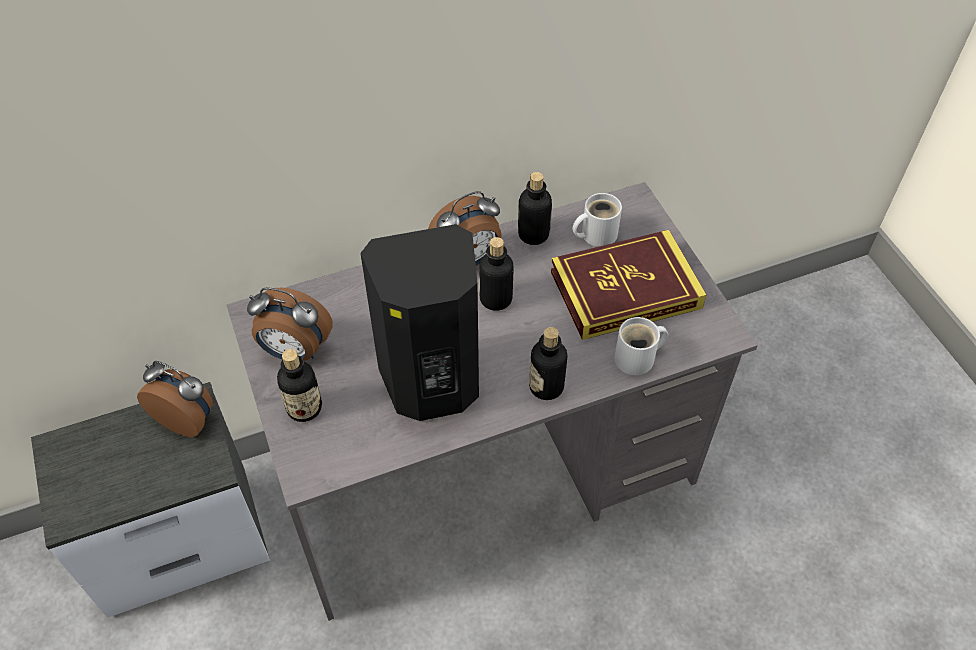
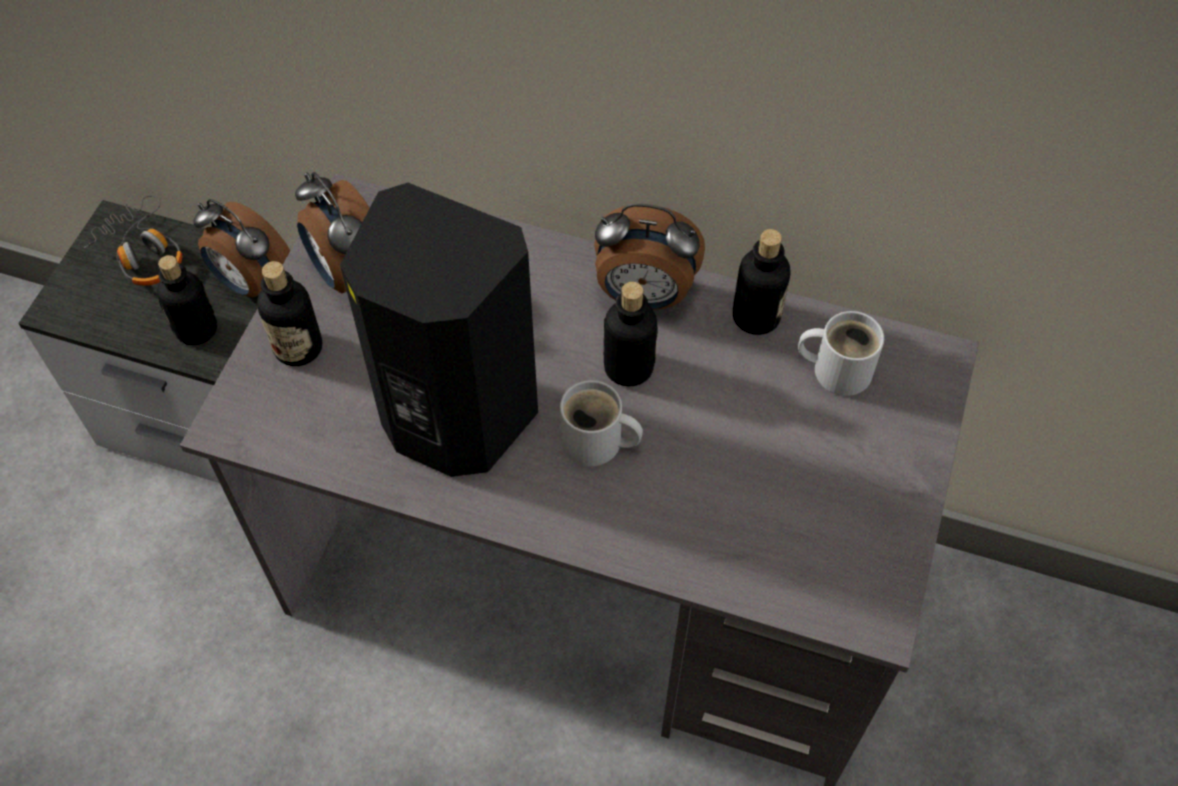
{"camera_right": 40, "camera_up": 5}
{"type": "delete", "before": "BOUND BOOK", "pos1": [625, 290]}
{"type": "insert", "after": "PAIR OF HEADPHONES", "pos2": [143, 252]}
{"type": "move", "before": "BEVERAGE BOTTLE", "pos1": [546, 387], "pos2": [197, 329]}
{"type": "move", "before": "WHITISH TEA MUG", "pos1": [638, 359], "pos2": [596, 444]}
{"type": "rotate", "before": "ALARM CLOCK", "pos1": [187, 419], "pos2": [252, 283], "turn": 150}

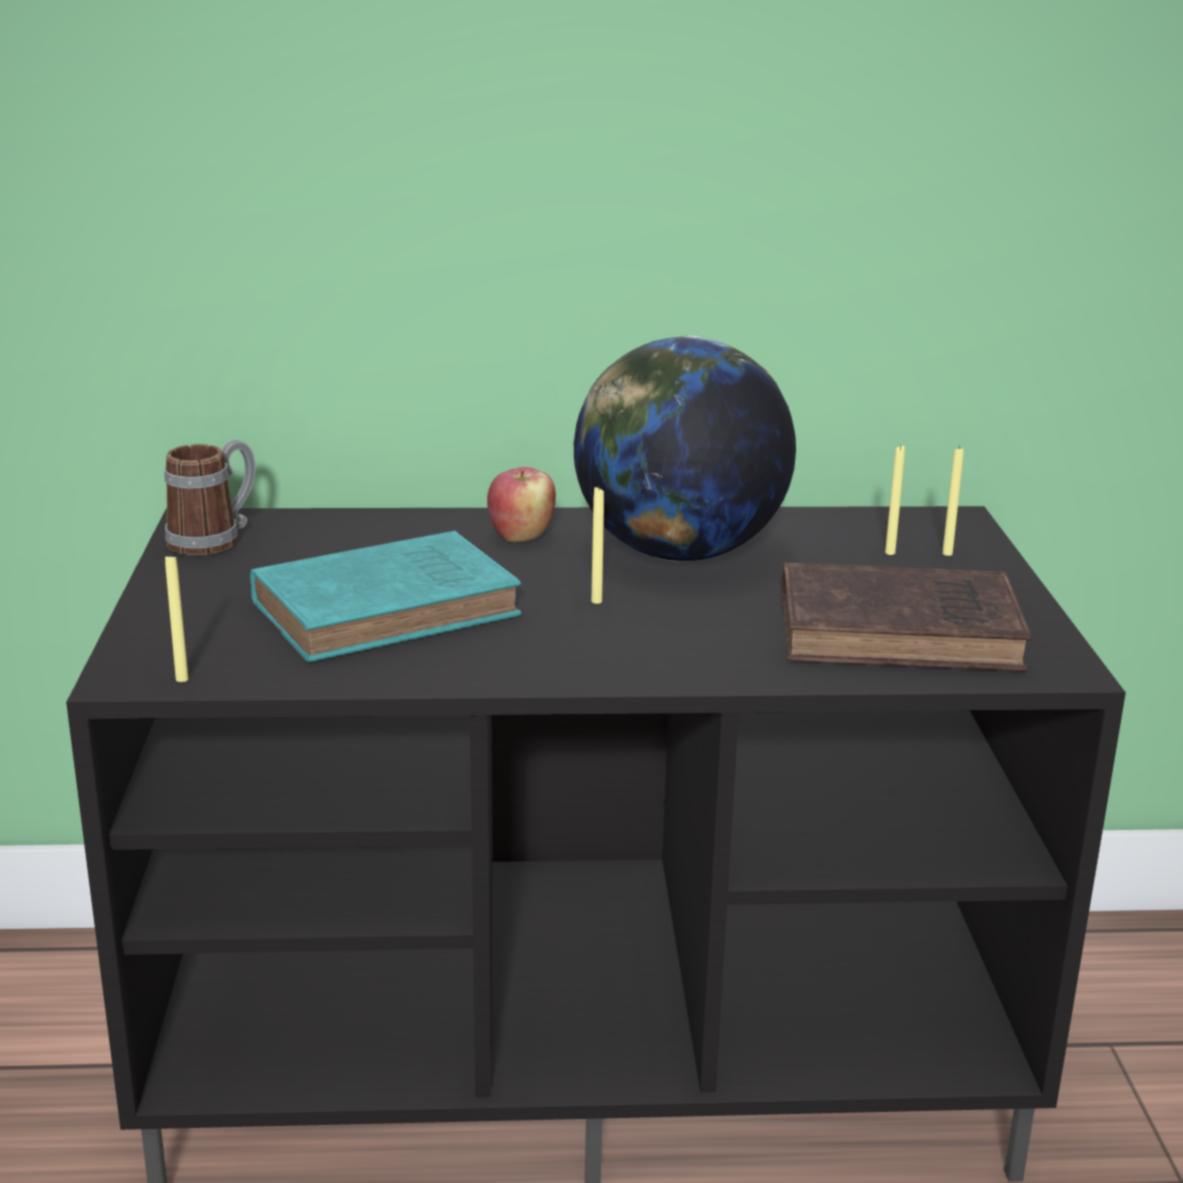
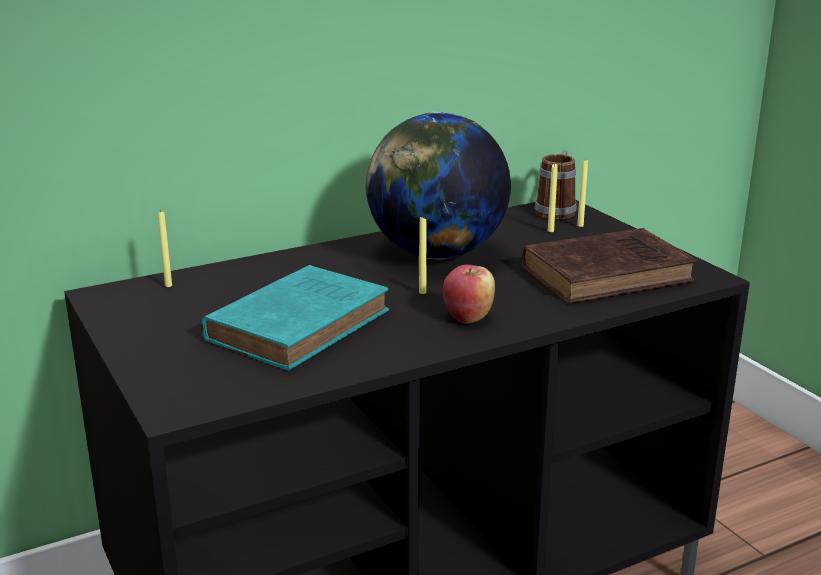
{"camera_right": -25, "camera_up": 0}
{"type": "move", "before": "TEA MUG", "pos1": [215, 539], "pos2": [557, 210]}
{"type": "move", "before": "YELLOW WAX CANDLE", "pos1": [182, 679], "pos2": [168, 285]}
{"type": "move", "before": "WHOLE APPLE", "pos1": [521, 537], "pos2": [468, 317]}

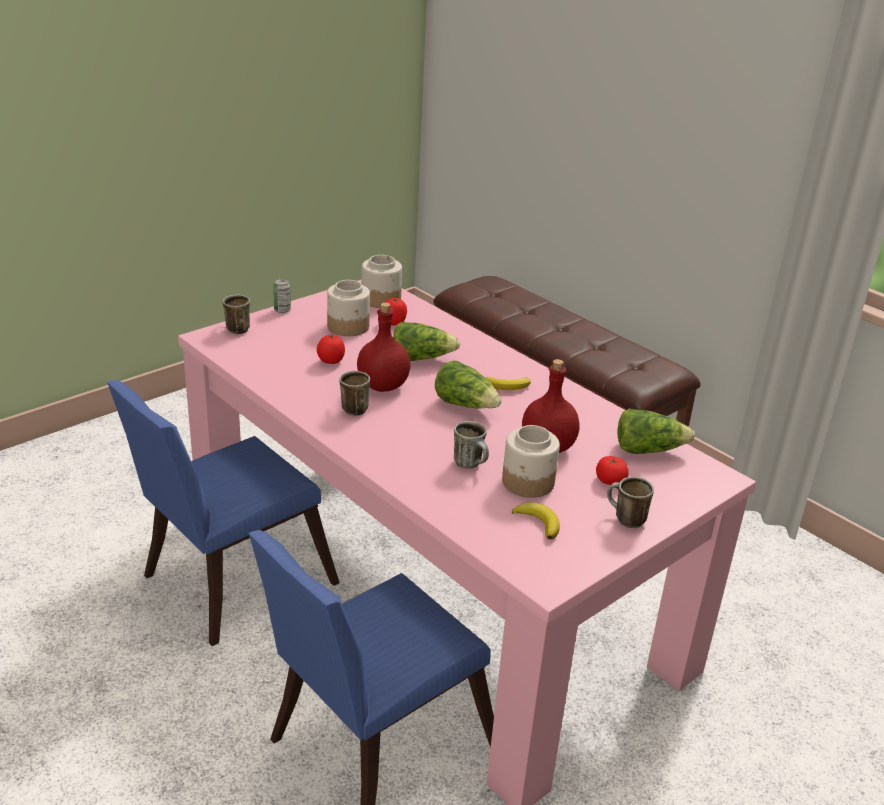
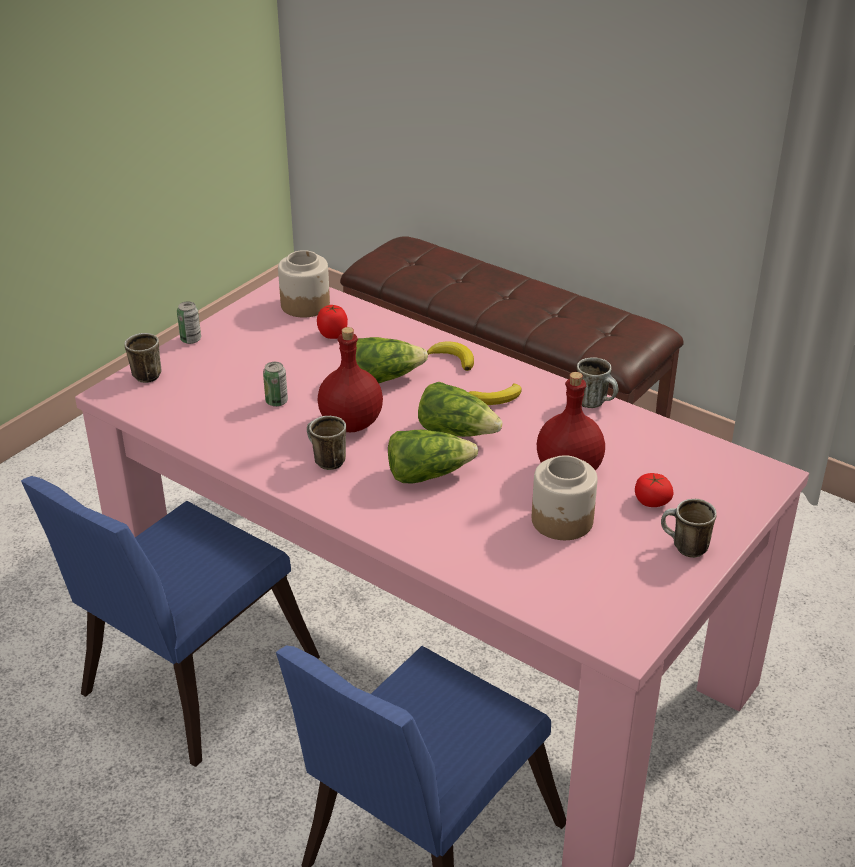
{"camera_right": -10, "camera_up": 5}
{"type": "delete", "before": "STORAGE JAR", "pos1": [348, 327]}
{"type": "move", "before": "TEA MUG", "pos1": [472, 464], "pos2": [596, 403]}
{"type": "move", "before": "BANANA", "pos1": [538, 522], "pos2": [453, 358]}
{"type": "move", "before": "LETTUCE", "pos1": [648, 449], "pos2": [427, 474]}
{"type": "replace", "before": "WHOLE TOMATO", "after": "CAN", "pos1": [330, 362], "pos2": [276, 401]}

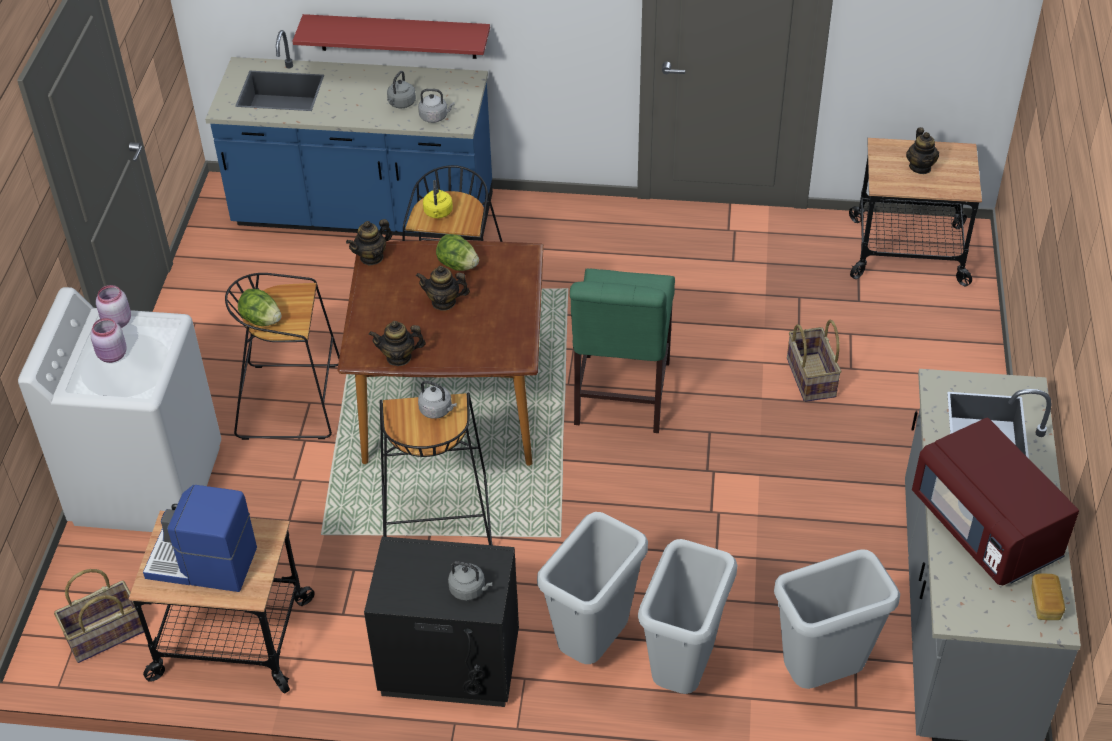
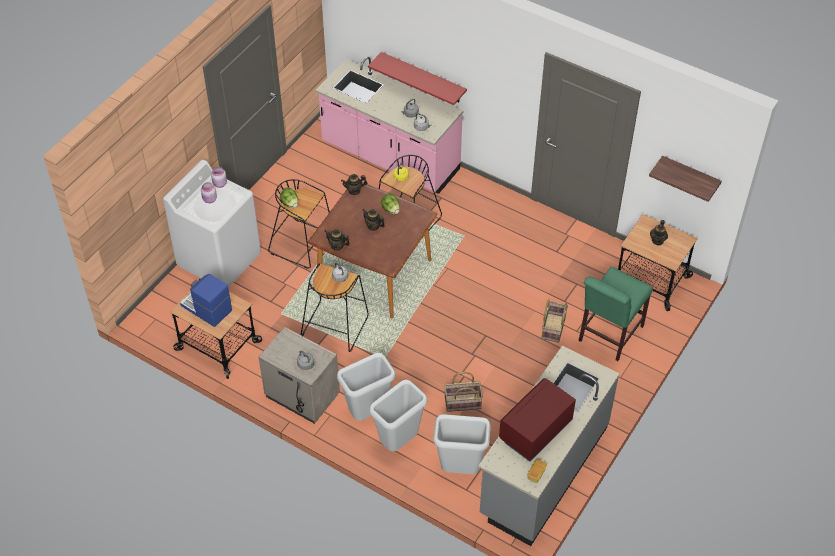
{"camera_right": 25, "camera_up": 5}
{"type": "insert", "after": "SHELF", "pos2": [690, 176]}
{"type": "move", "before": "HOUSEHOLD BASKET", "pos1": [105, 635], "pos2": [462, 403]}
{"type": "move", "before": "GREEN UPRIGHT CHAIR", "pos1": [620, 398], "pos2": [608, 335]}
{"type": "recolor", "before": "BLUE COUNTER", "after": "PINK-COLOURED COUNTER", "pos1": [364, 214], "pos2": [390, 158]}
{"type": "recolor", "before": "BLACK-COLOURED NIGHTSTAND", "after": "BEIGE NIGHTSTAND", "pos1": [449, 666], "pos2": [301, 396]}
{"type": "rotate", "before": "RED MICROWAVE", "pos1": [986, 528], "pos2": [536, 430], "turn": 45}

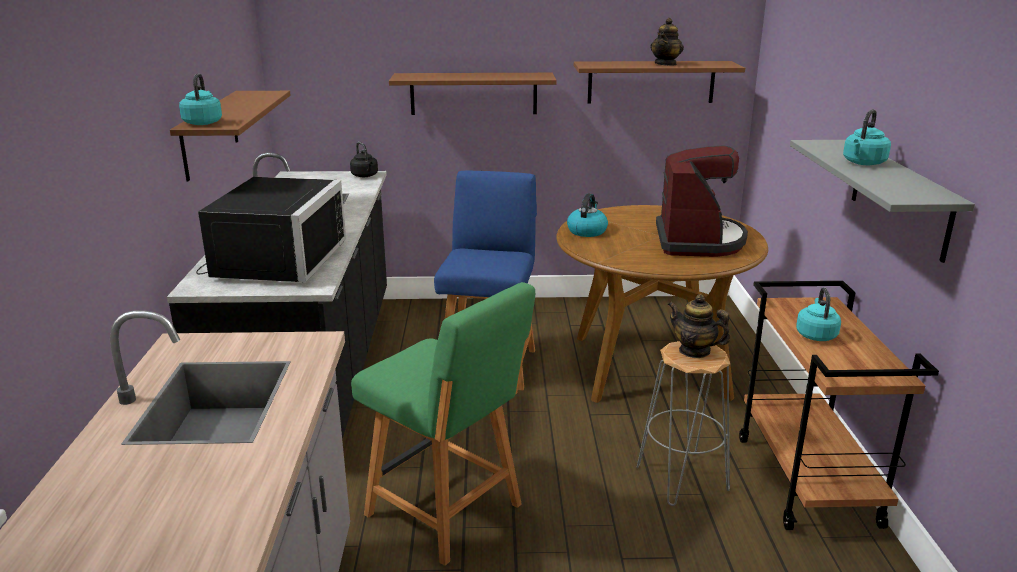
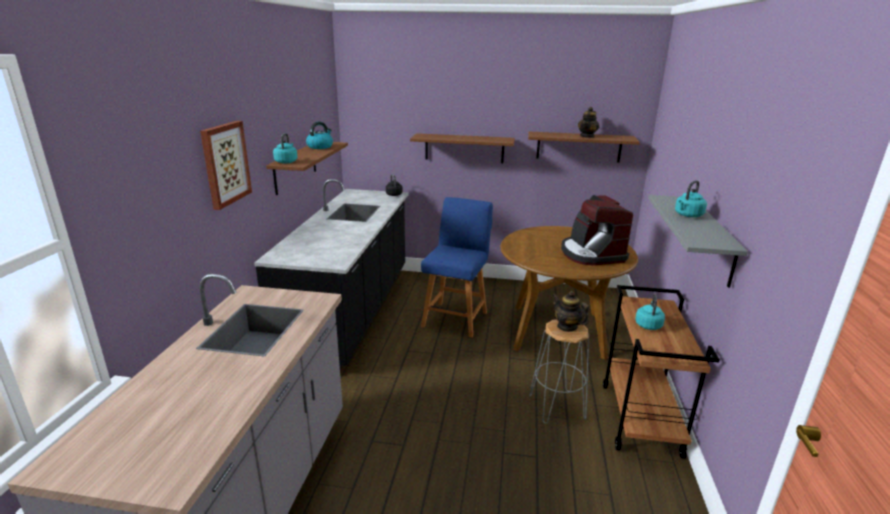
{"camera_right": 10, "camera_up": 0}
{"type": "delete", "before": "BLACK-COLOURED MICROWAVE", "pos1": [272, 260]}
{"type": "delete", "before": "GREEN UPRIGHT CHAIR", "pos1": [447, 512]}
{"type": "insert", "after": "WALL PICTURE", "pos2": [225, 163]}
{"type": "move", "before": "TEA KETTLE", "pos1": [587, 231], "pos2": [320, 147]}
{"type": "rotate", "before": "COFFEE BREWER", "pos1": [698, 241], "pos2": [591, 254], "turn": 150}

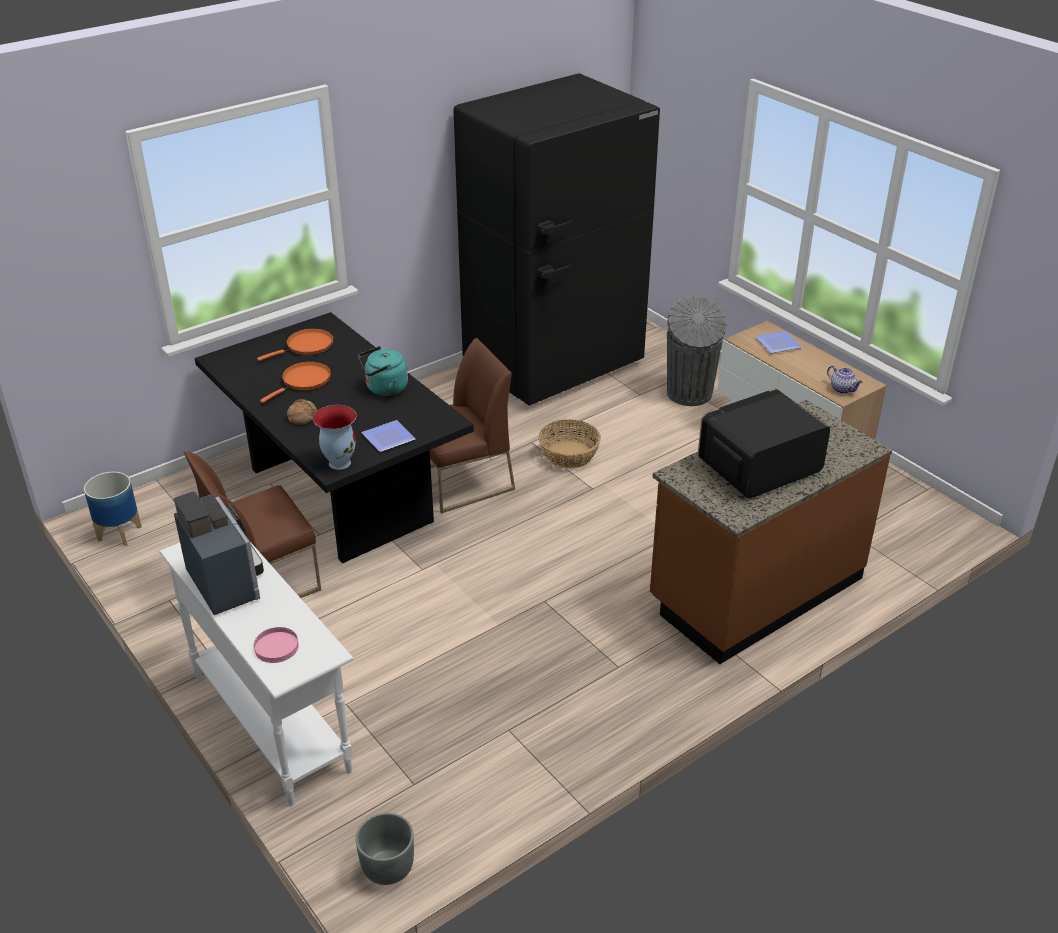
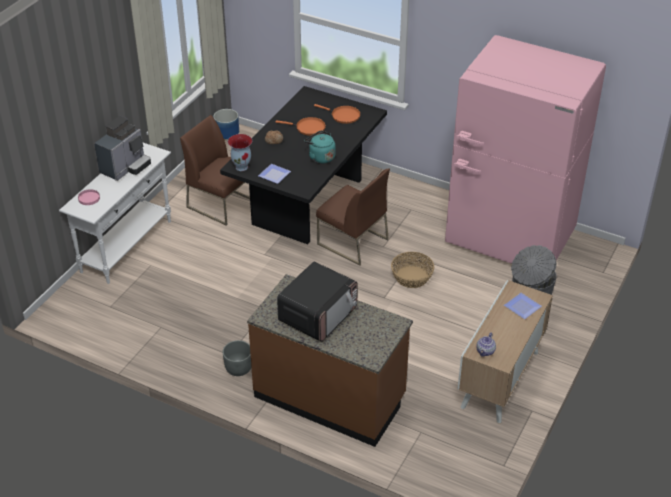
{"camera_right": 65, "camera_up": 5}
{"type": "move", "before": "GREYISH PLANT POT", "pos1": [387, 867], "pos2": [238, 368]}
{"type": "recolor", "before": "BLACK-COLOURED KITCHEN FRIDGE", "after": "PINK-COLOURED KITCHEN FRIDGE", "pos1": [554, 364], "pos2": [510, 239]}
{"type": "rotate", "before": "MICROWAVE", "pos1": [758, 467], "pos2": [318, 315], "turn": 90}

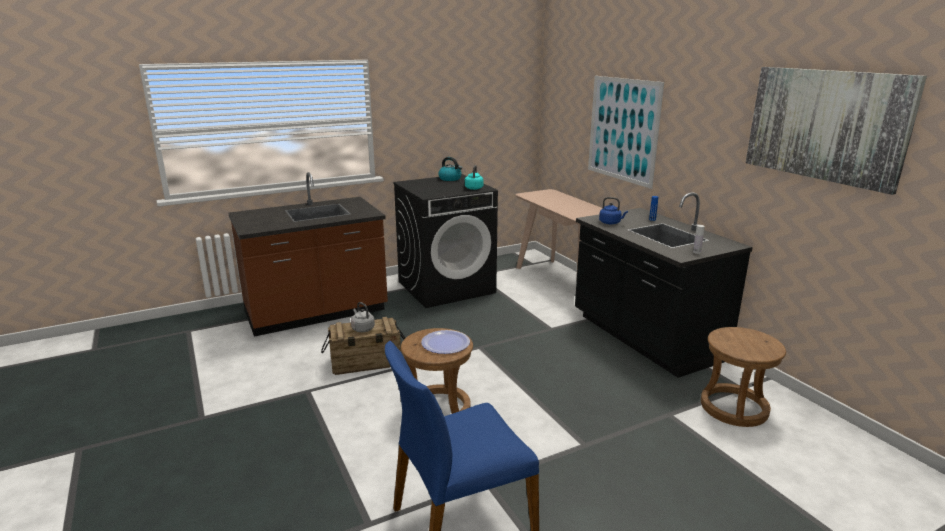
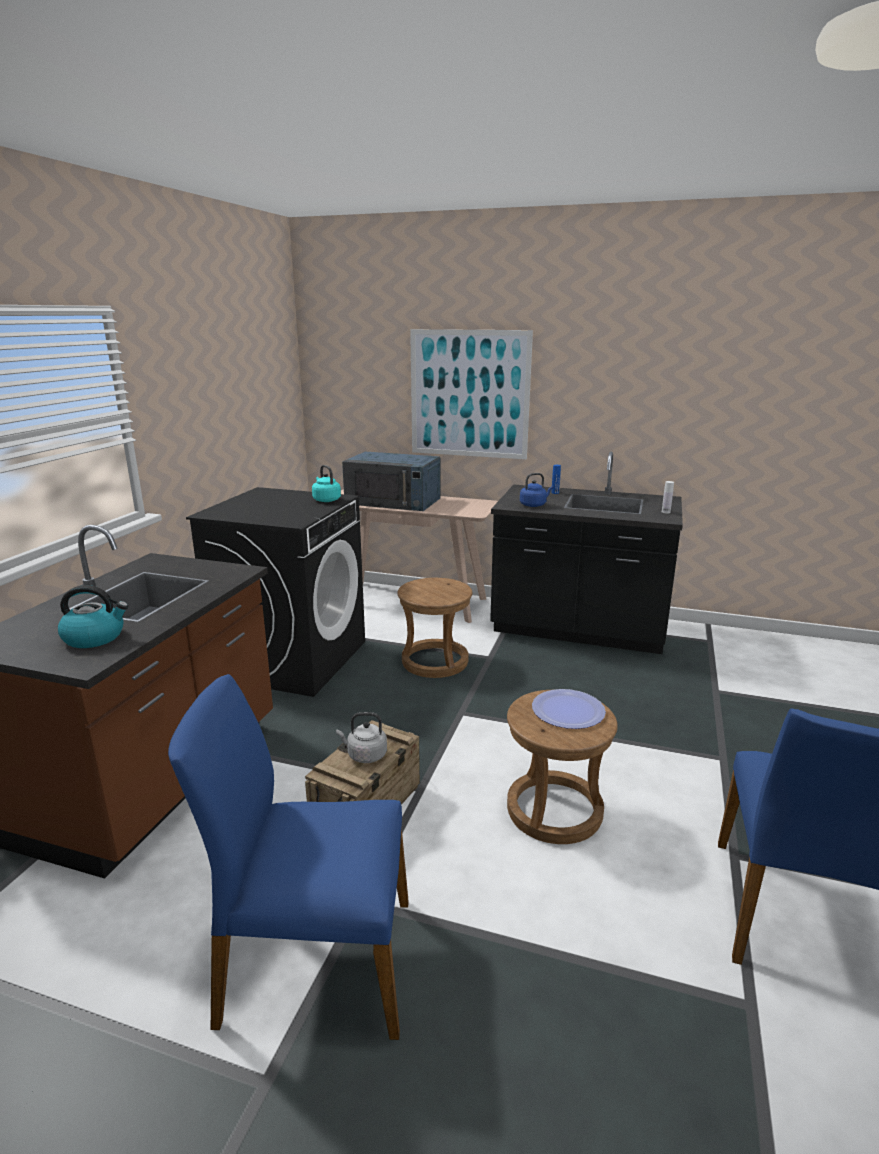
{"camera_right": -45, "camera_up": 0}
{"type": "delete", "before": "WALL PICTURE", "pos1": [825, 125]}
{"type": "insert", "after": "BLUE UPRIGHT CHAIR", "pos2": [315, 962]}
{"type": "insert", "after": "BLUE MICROWAVE", "pos2": [394, 501]}
{"type": "move", "before": "TEA KETTLE", "pos1": [450, 179], "pos2": [95, 637]}
{"type": "move", "before": "BROWN-COLOURED STOOL SEAT", "pos1": [734, 408], "pos2": [435, 661]}

